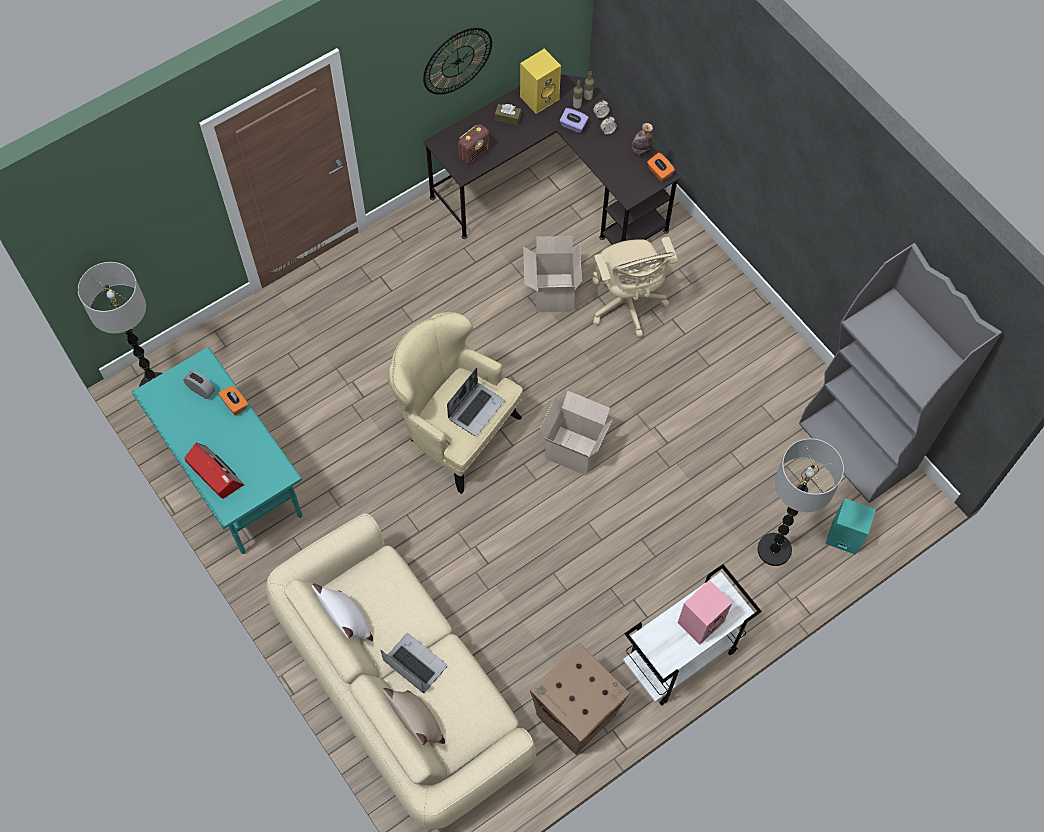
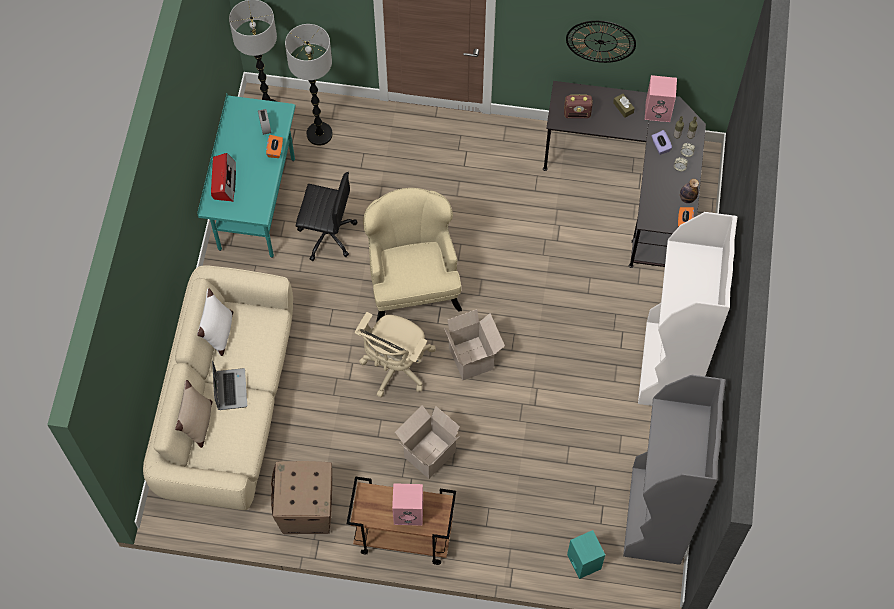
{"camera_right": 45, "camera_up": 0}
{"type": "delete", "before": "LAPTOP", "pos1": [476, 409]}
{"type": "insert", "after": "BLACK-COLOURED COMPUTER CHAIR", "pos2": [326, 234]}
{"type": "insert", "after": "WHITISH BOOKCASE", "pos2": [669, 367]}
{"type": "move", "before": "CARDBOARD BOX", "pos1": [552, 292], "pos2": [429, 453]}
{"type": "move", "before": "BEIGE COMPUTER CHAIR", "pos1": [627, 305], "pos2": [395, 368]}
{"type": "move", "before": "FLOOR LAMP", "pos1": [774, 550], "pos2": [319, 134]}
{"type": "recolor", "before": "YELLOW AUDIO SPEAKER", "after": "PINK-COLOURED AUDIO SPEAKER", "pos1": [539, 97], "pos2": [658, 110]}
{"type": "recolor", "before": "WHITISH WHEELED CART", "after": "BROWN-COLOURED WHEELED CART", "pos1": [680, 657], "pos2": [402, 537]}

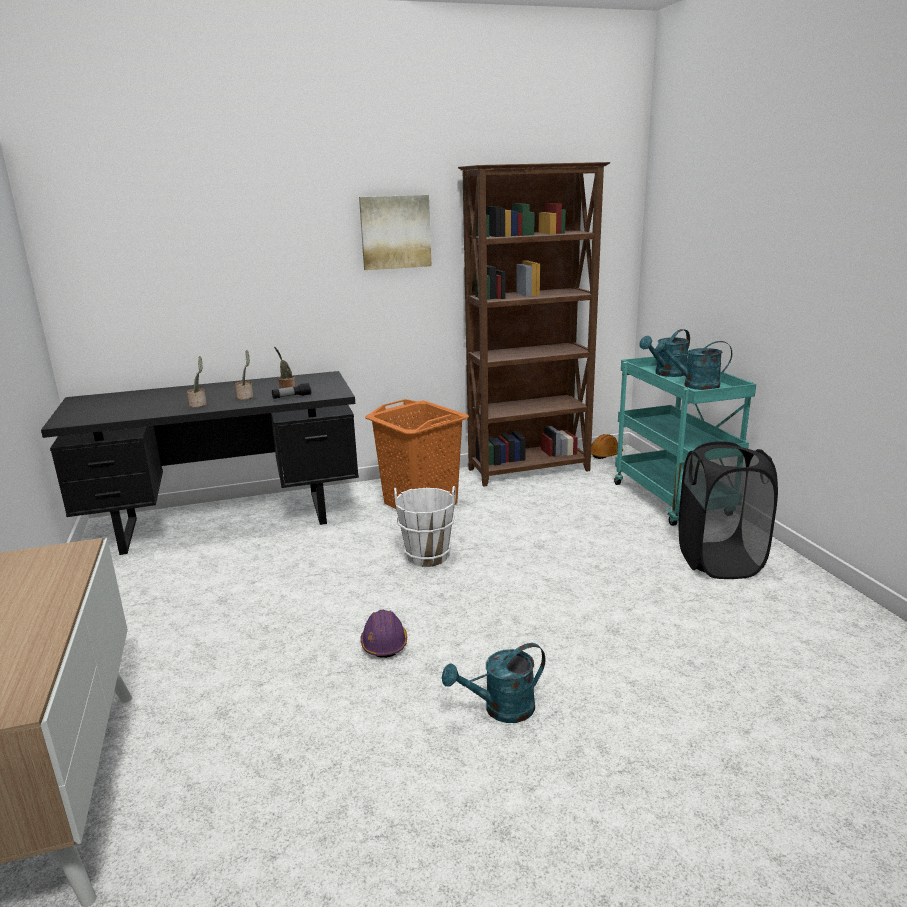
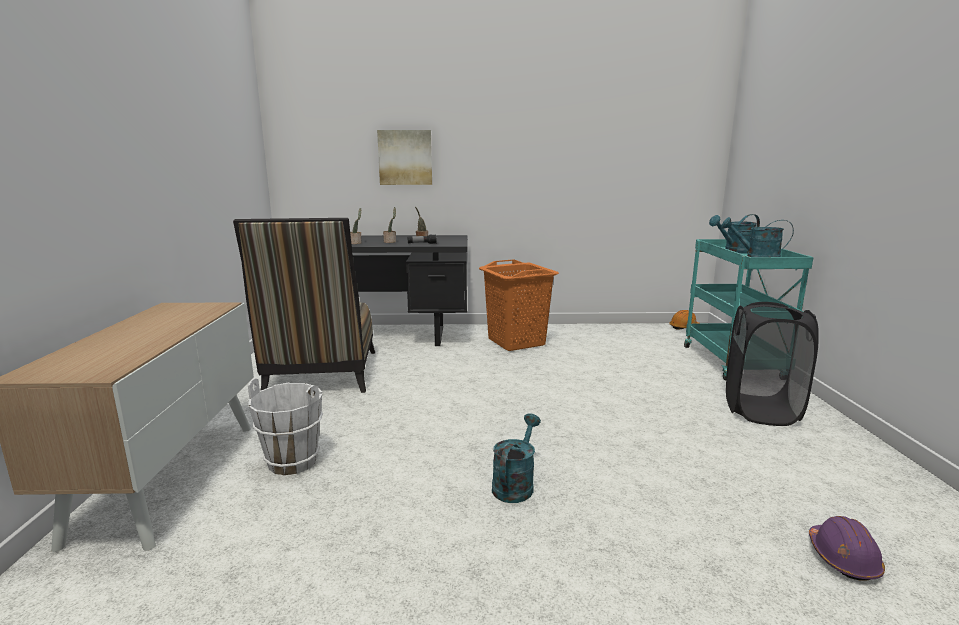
{"camera_right": 15, "camera_up": -5}
{"type": "delete", "before": "BROWN-COLOURED BOOKCASE", "pos1": [530, 470]}
{"type": "insert", "after": "UPRIGHT CHAIR", "pos2": [321, 376]}
{"type": "move", "before": "WALL PICTURE", "pos1": [395, 232], "pos2": [405, 157]}
{"type": "move", "before": "PURPLE SAFETY HELMET", "pos1": [384, 643], "pos2": [843, 558]}
{"type": "move", "before": "WHITISH PAIL", "pos1": [427, 556], "pos2": [293, 461]}
{"type": "rotate", "before": "TURQUOISE WATERING POT", "pos1": [501, 709], "pos2": [515, 484], "turn": 120}

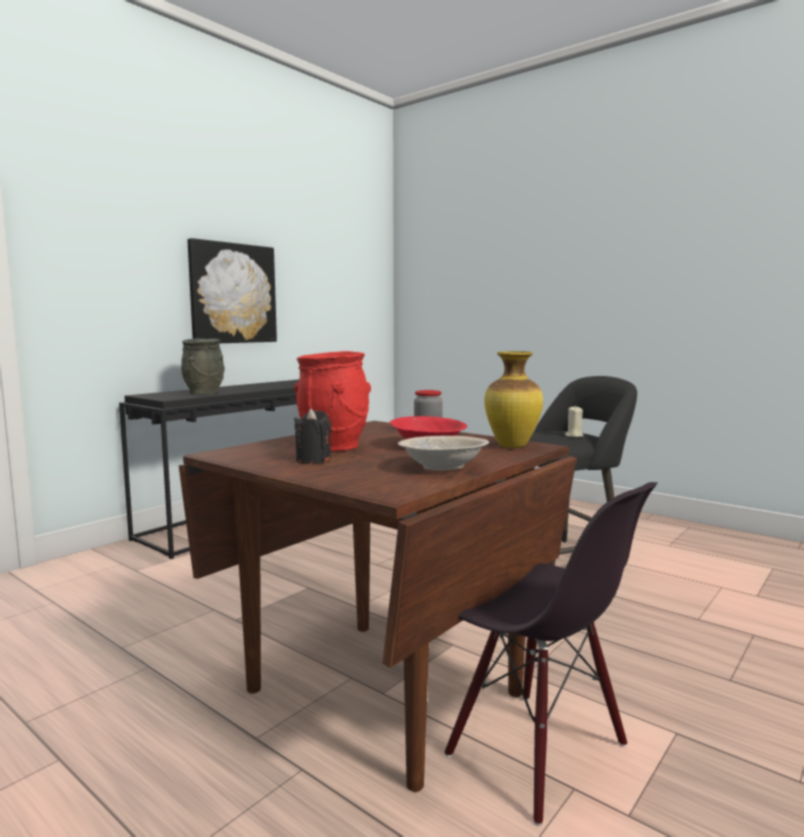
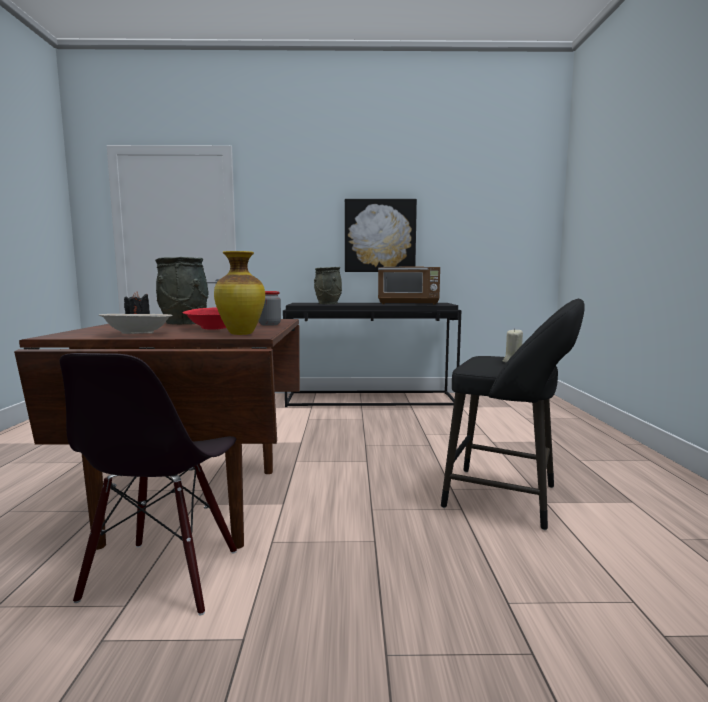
{"camera_right": 50, "camera_up": 0}
{"type": "insert", "after": "BROWN-COLOURED MICROWAVE", "pos2": [410, 303]}
{"type": "recolor", "before": "RED DECORATIVE VASE", "after": "GREYISH DECORATIVE VASE", "pos1": [334, 447], "pos2": [184, 323]}

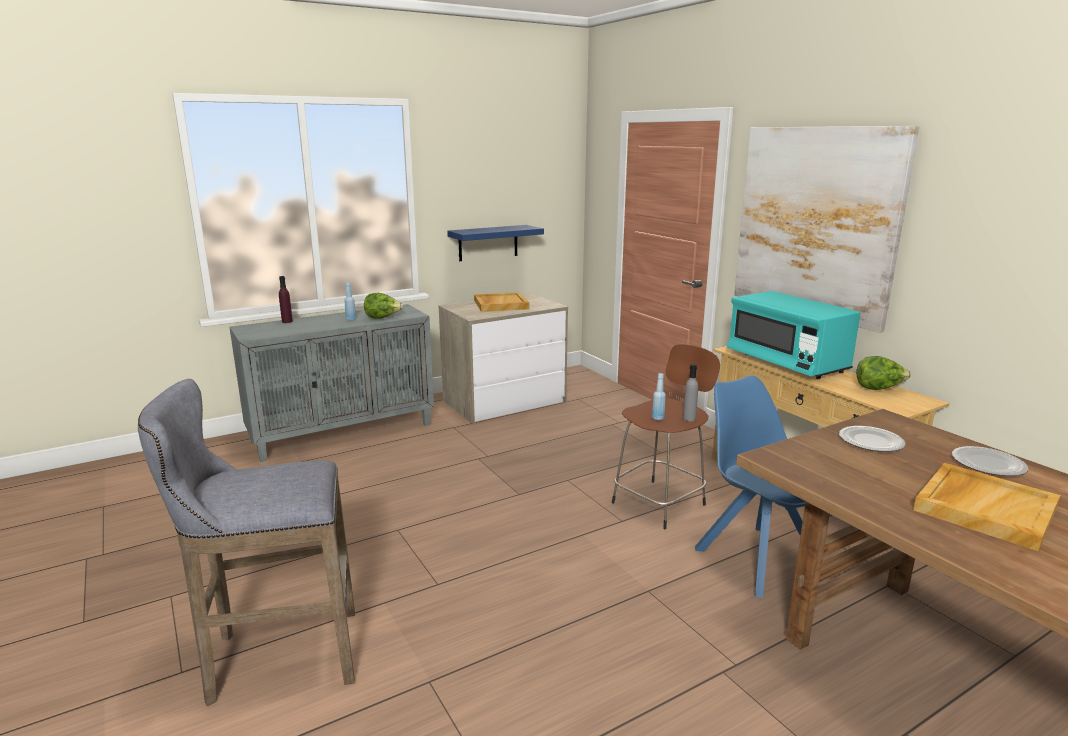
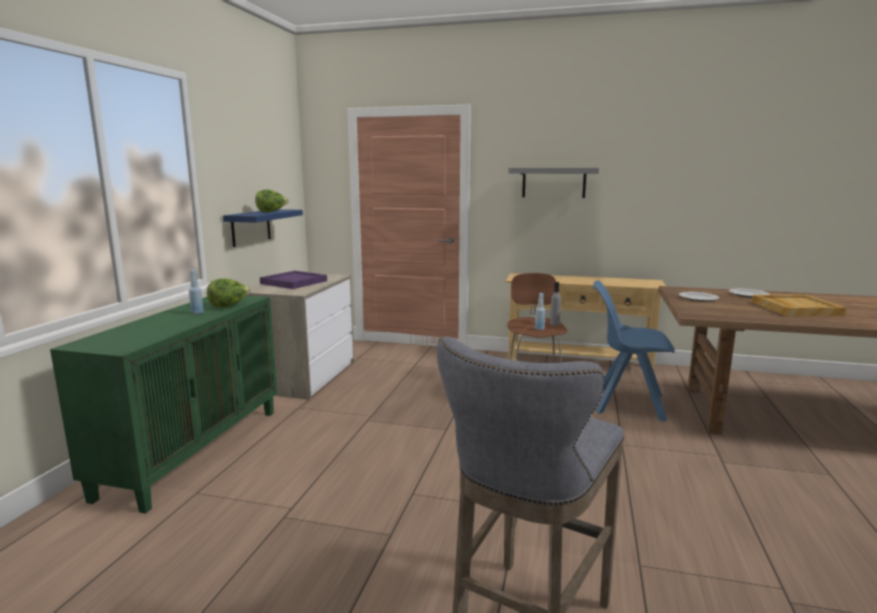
{"camera_right": -45, "camera_up": -5}
{"type": "delete", "before": "PURPLE BEVERAGE BOTTLE", "pos1": [287, 321]}
{"type": "delete", "before": "TURQUOISE MICROWAVE", "pos1": [786, 363]}
{"type": "move", "before": "LETTUCE", "pos1": [878, 388], "pos2": [271, 212]}
{"type": "replace", "before": "WALL PICTURE", "after": "GREYISH SHELF", "pos1": [815, 223], "pos2": [553, 182]}
{"type": "recolor", "before": "GREYISH CABINET", "after": "GREEN CABINET", "pos1": [344, 432], "pos2": [194, 450]}
{"type": "recolor", "before": "BEIGE TRAY", "after": "PURPLE TRAY", "pos1": [500, 304], "pos2": [293, 282]}

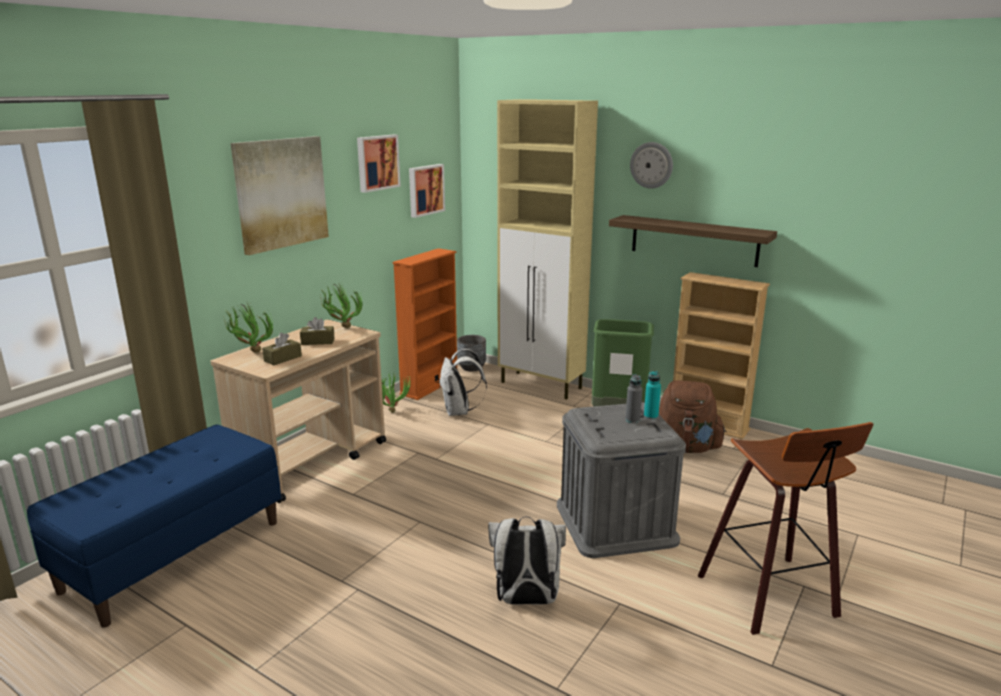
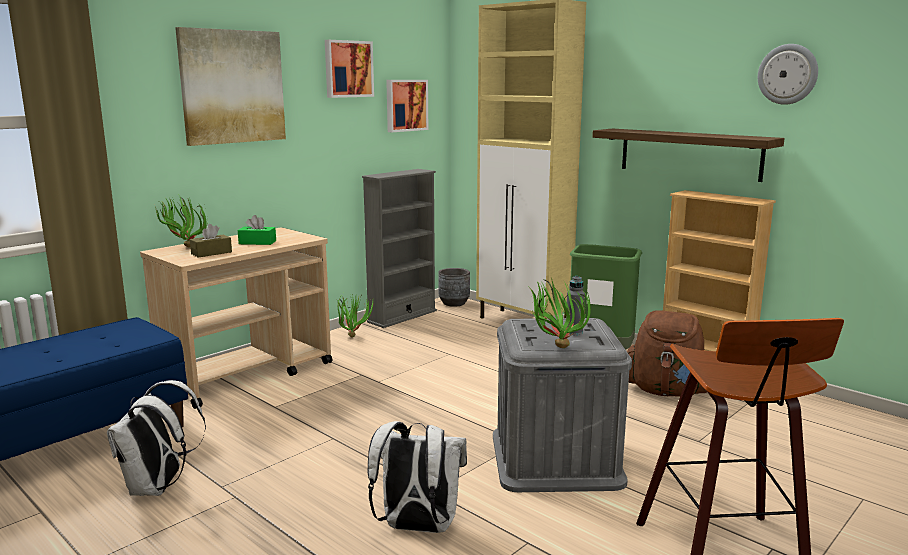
{"camera_right": 10, "camera_up": -5}
{"type": "delete", "before": "TURQUOISE BEVERAGE BOTTLE", "pos1": [651, 416]}
{"type": "move", "before": "POTTED PLANT", "pos1": [341, 327], "pos2": [554, 347]}
{"type": "move", "before": "WHITISH BACKPACK", "pos1": [459, 411], "pos2": [158, 487]}
{"type": "move", "before": "WALL CLOCK", "pos1": [651, 165], "pos2": [788, 74]}
{"type": "recolor", "before": "BROWN-COLOURED TISSUE HOLDER", "after": "GREEN TISSUE HOLDER", "pos1": [318, 341], "pos2": [257, 242]}
{"type": "recolor", "before": "ORANGEY BOOKCASE", "after": "GREYISH BOOKCASE", "pos1": [430, 386], "pos2": [402, 316]}

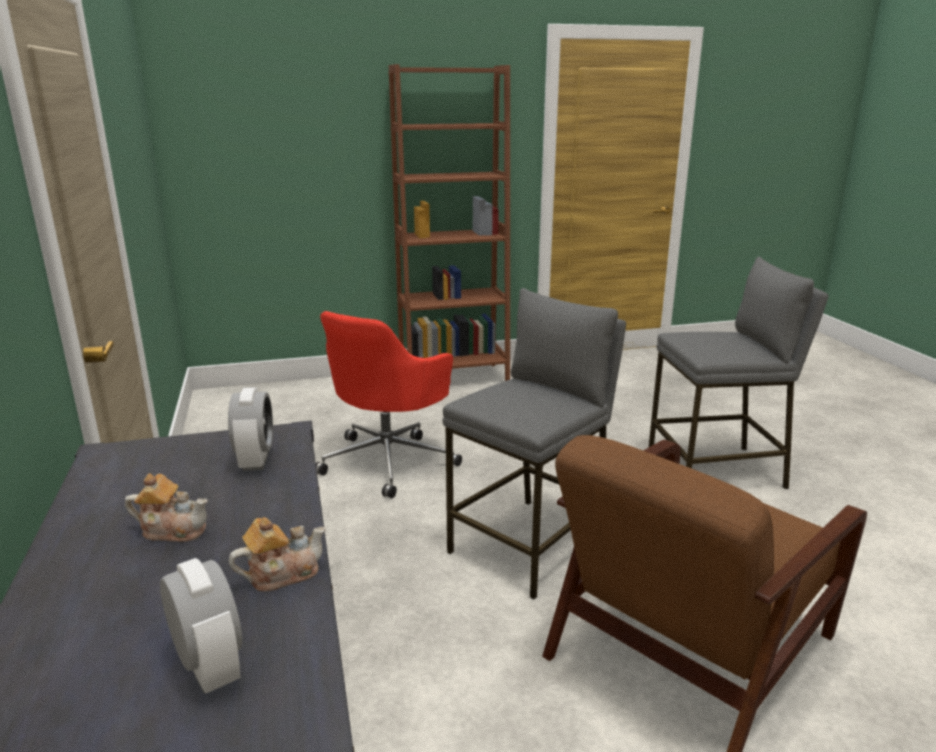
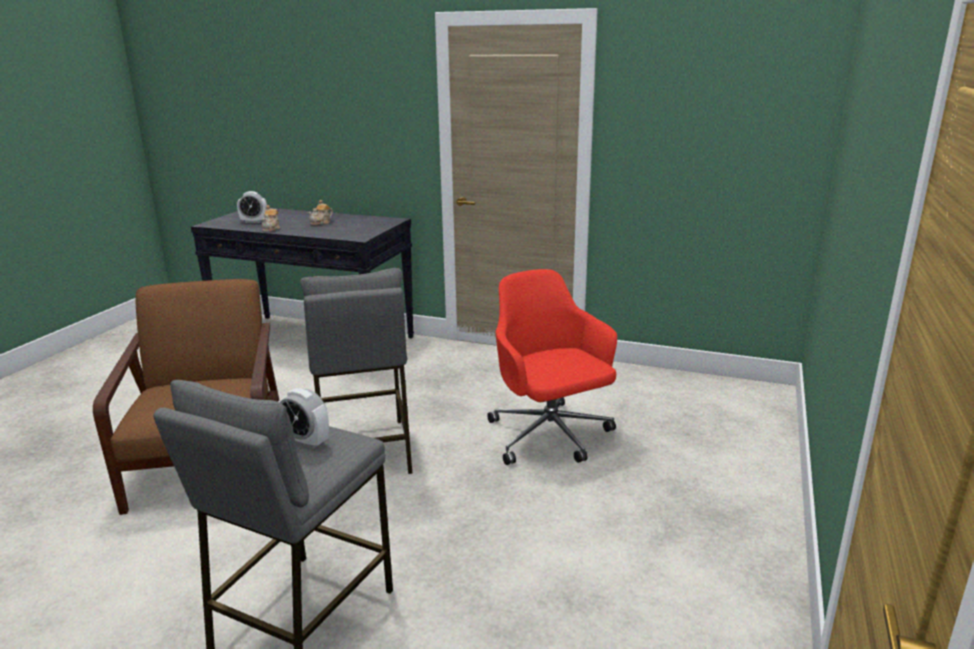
{"camera_right": 125, "camera_up": 0}
{"type": "delete", "before": "BROWN-COLOURED BOOKCASE", "pos1": [454, 378]}
{"type": "move", "before": "ALARM CLOCK", "pos1": [256, 460], "pos2": [305, 442]}

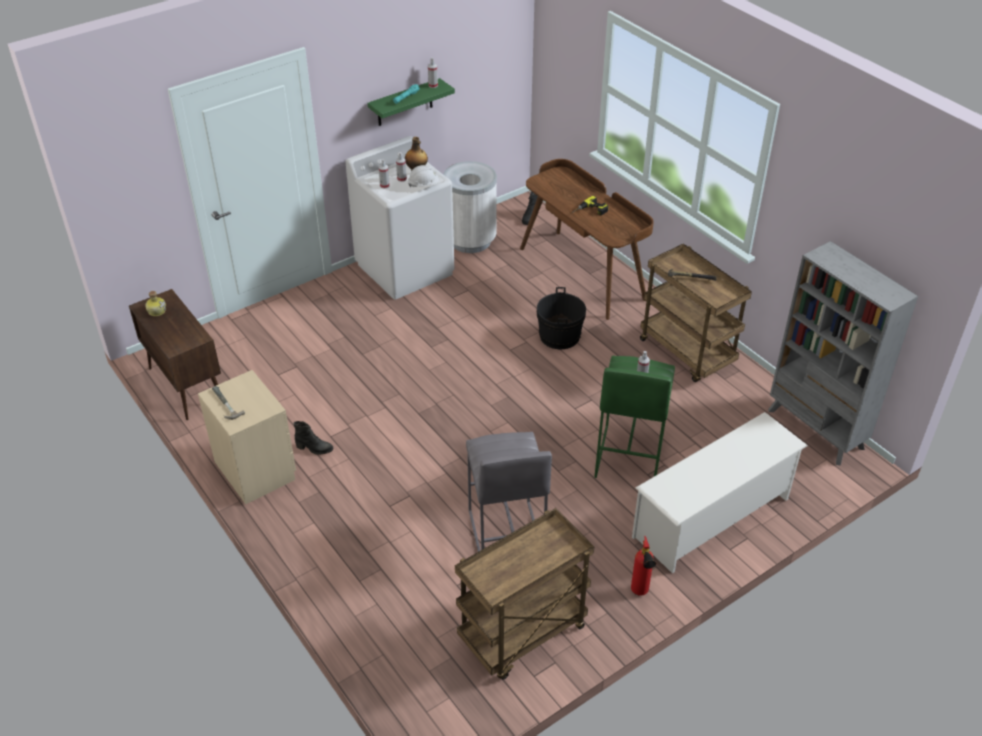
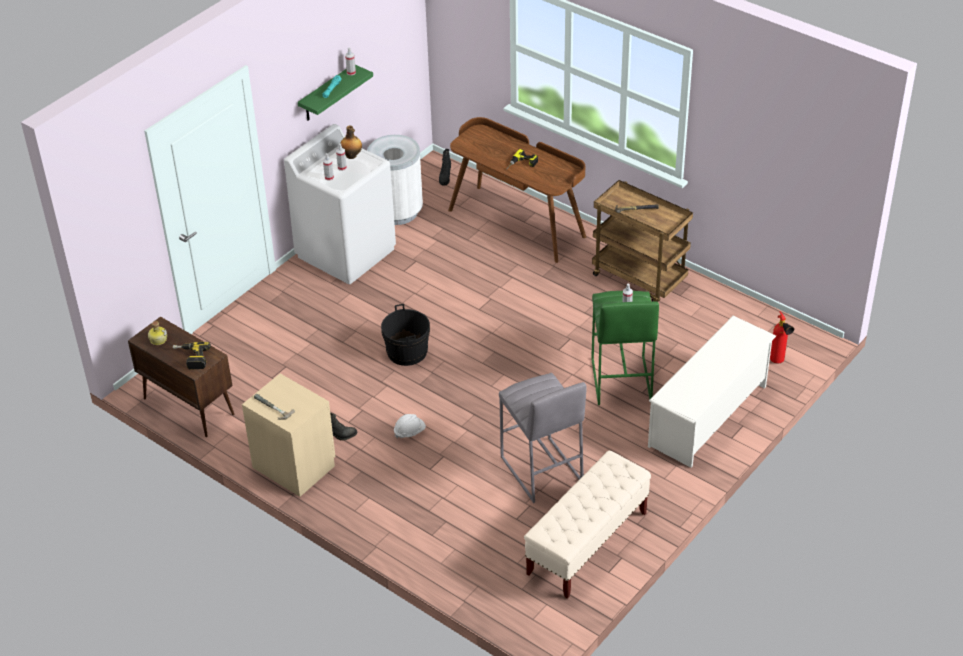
{"camera_right": -15, "camera_up": 0}
{"type": "delete", "before": "GREYISH BOOKCASE", "pos1": [815, 430]}
{"type": "insert", "after": "ELECTRIC DRILL", "pos2": [191, 358]}
{"type": "move", "before": "WHITISH SAFETY HELMET", "pos1": [424, 185], "pos2": [409, 432]}
{"type": "move", "before": "BLACK-COLOURED PAIL", "pos1": [559, 336], "pos2": [407, 352]}
{"type": "move", "before": "FIRE-FIGHTING CYLINDER", "pos1": [640, 593], "pos2": [778, 362]}
{"type": "replace", "before": "BROWN-COLOURED WHEELED CART", "after": "BEIGE INDOOR BENCH", "pos1": [522, 635], "pos2": [587, 544]}

